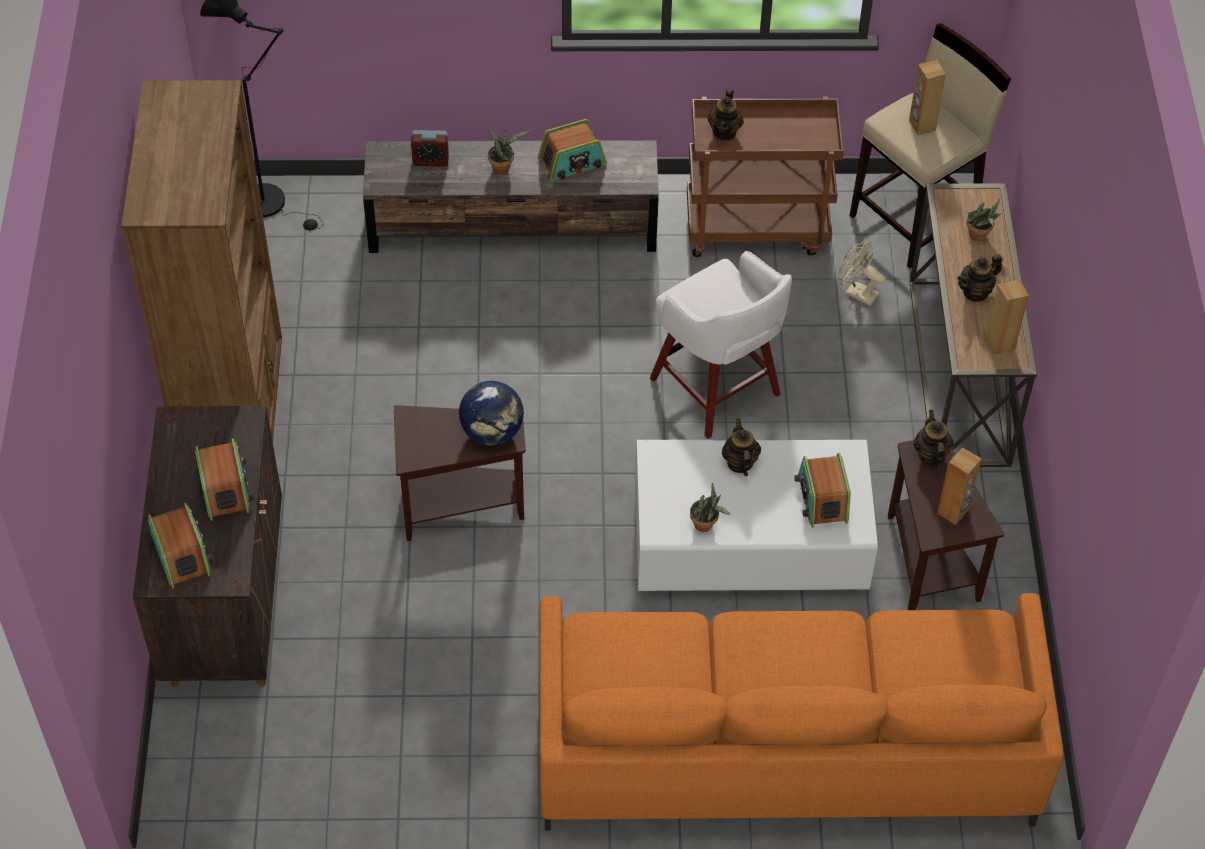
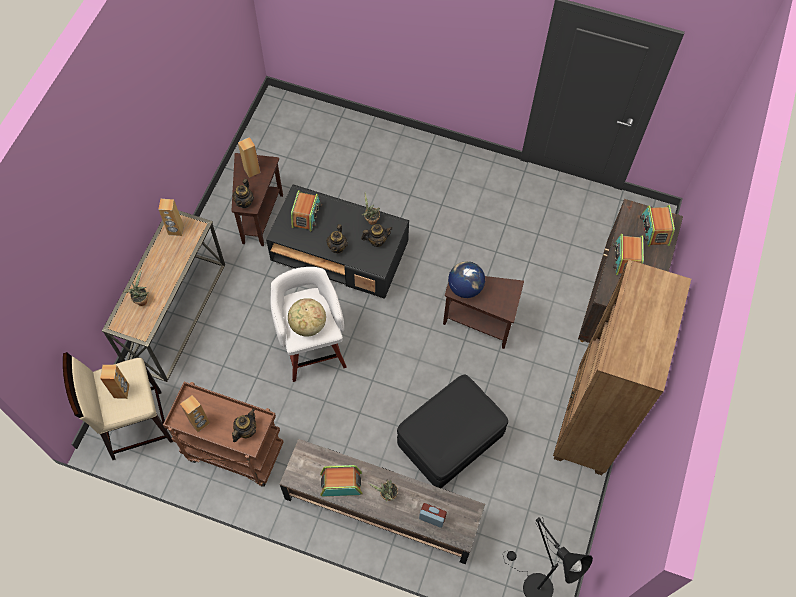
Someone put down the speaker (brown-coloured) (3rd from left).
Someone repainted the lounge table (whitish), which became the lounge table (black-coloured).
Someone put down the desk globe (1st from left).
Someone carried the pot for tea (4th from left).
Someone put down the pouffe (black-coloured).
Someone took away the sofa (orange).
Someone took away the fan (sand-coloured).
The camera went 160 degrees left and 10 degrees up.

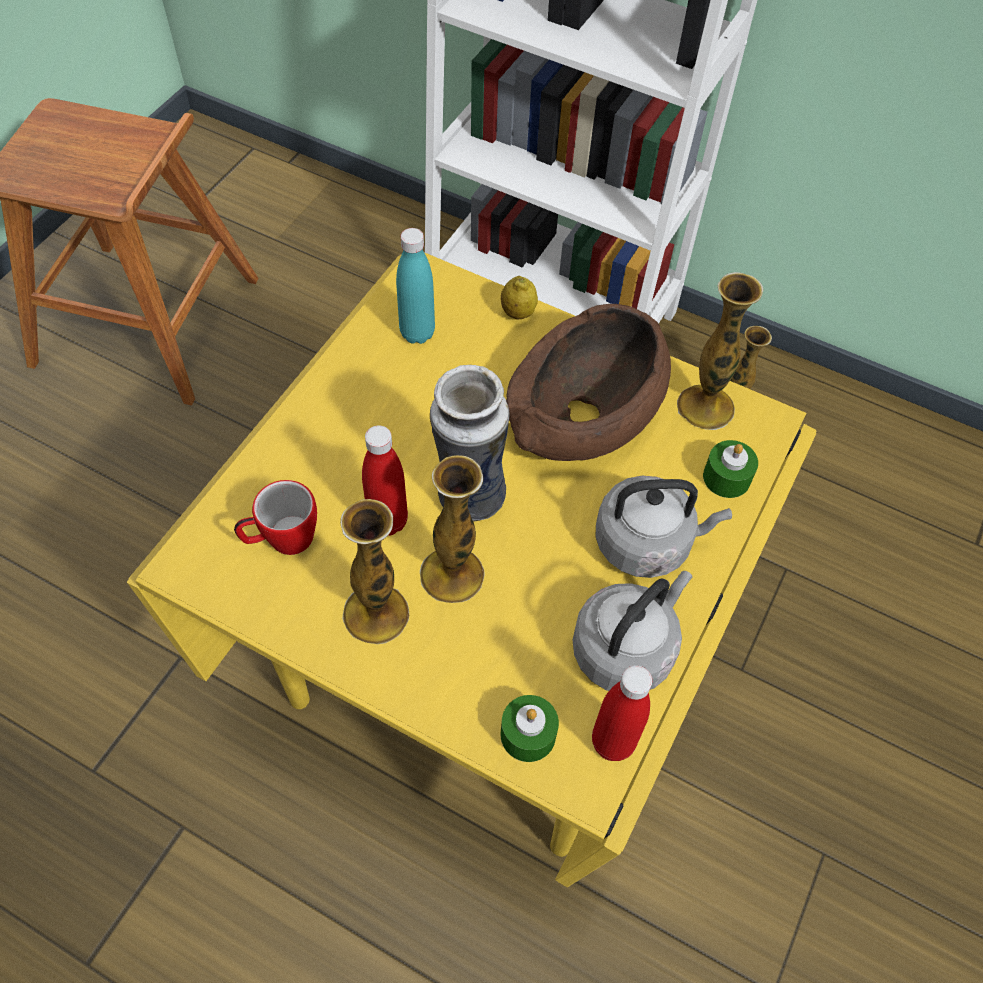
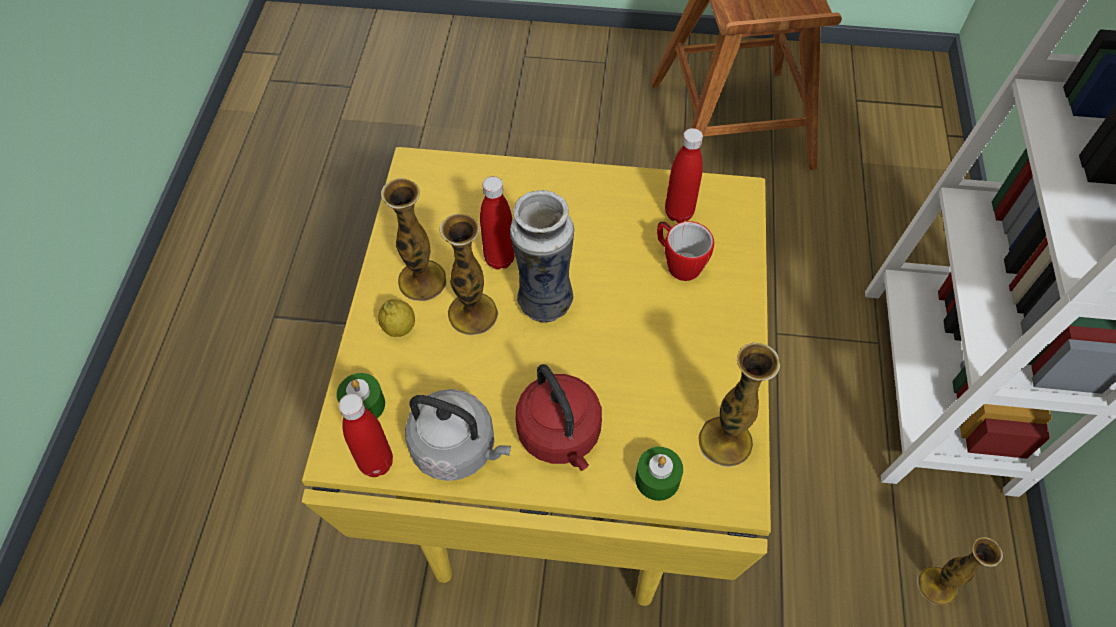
Someone carried the whole lemon.
Someone repainted the water kettle (gray) (2nd from left), which became the water kettle (red-coloured).
Someone carried the mug.
Someone repainted the beverage bottle (turquoise-coloured), which became the beverage bottle (red-coloured) (3rd from left).
Someone took away the bowl (brown-coloured).
The camera went 70 degrees right and 0 degrees up.

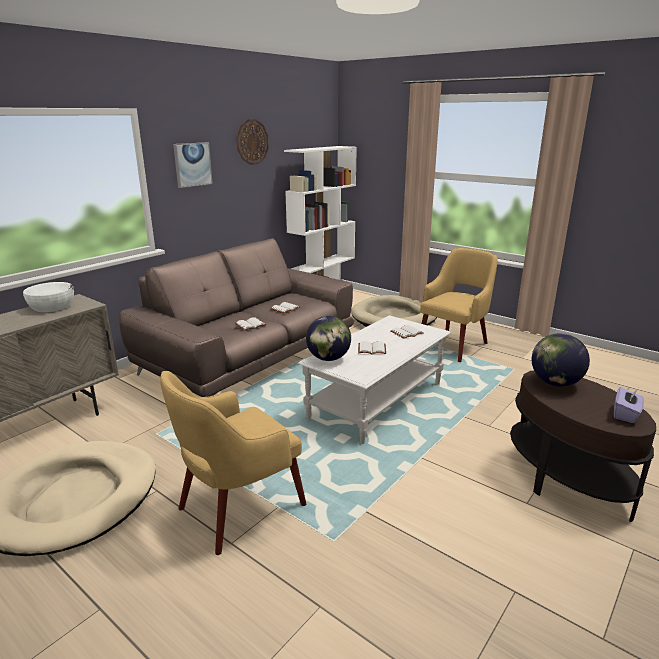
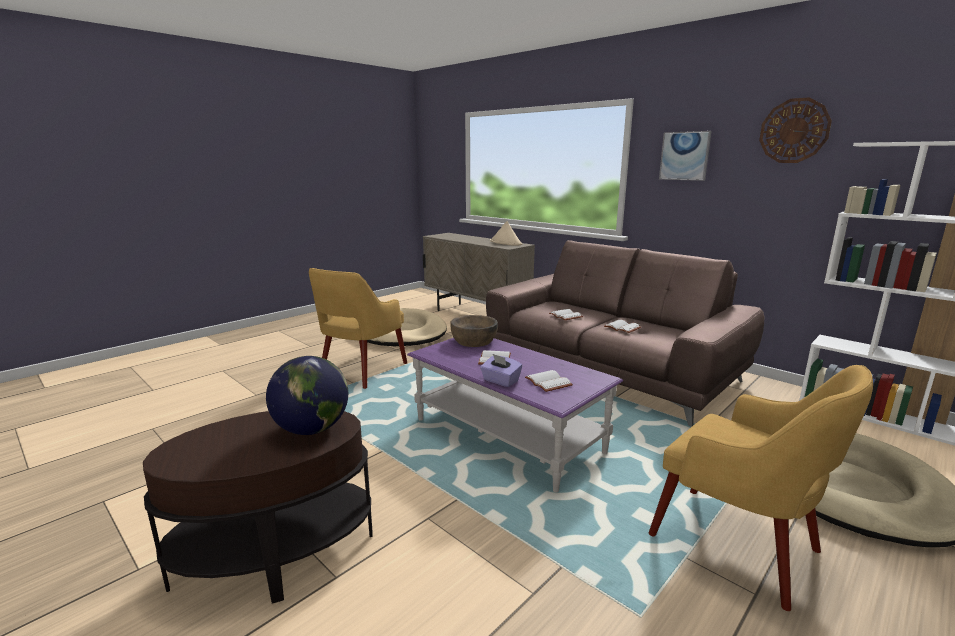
Someone rotated the easy chair (yellow) (1st from left) by 120 degrees counterclockwise.
Someone repainted the lounge table (whitish), which became the lounge table (purple).
Someone swapped the desk globe (1st from left) for the bowl (brown-coloured).
Someone carried the box of tissues (purple).
Someone swapped the bowl (whitish) for the hat (sand-coloured).
The camera went 95 degrees right and 5 degrees down.

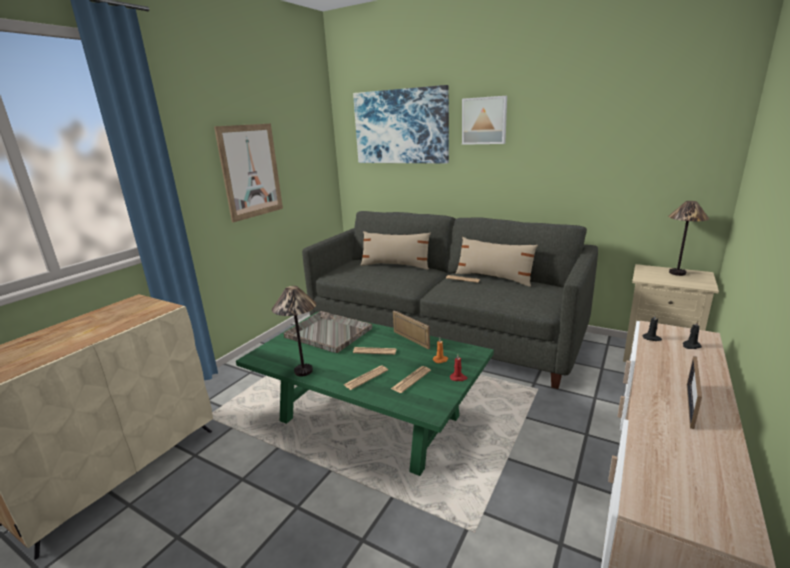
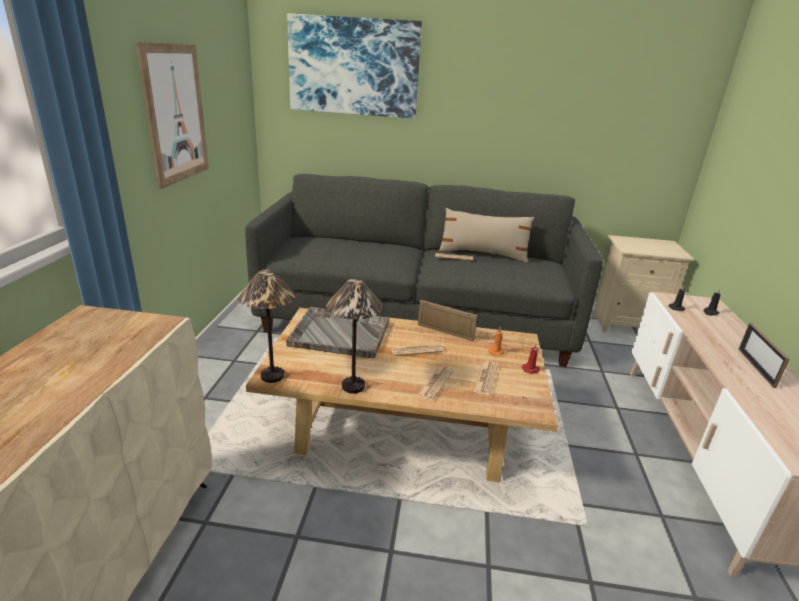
Someone carried the lamp for a table (2nd from left in the first image).
Someone repainted the lounge table (greenish), which became the lounge table (sand-coloured).
Someone took away the pillow (sand-coloured) (1st from left).
Someone took away the wall art (3rd from left).
The camera went 25 degrees left and 5 degrees up.

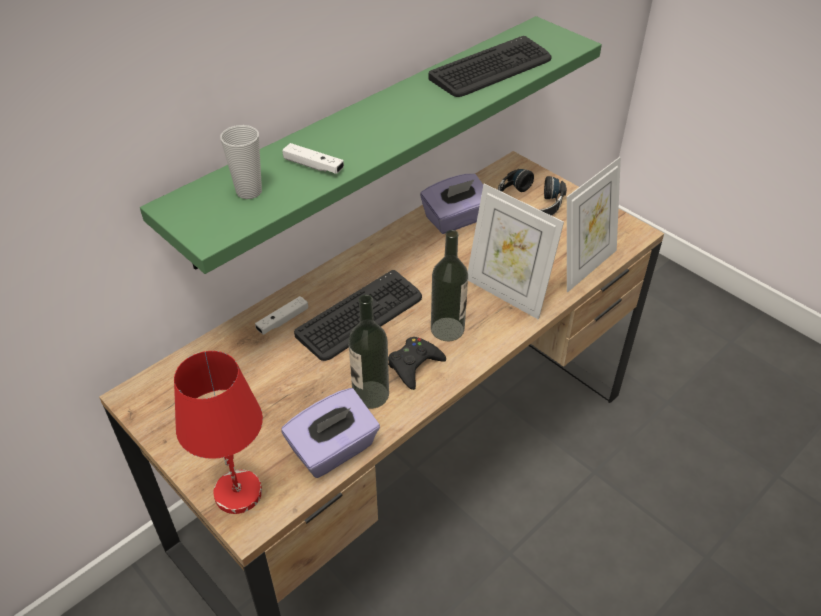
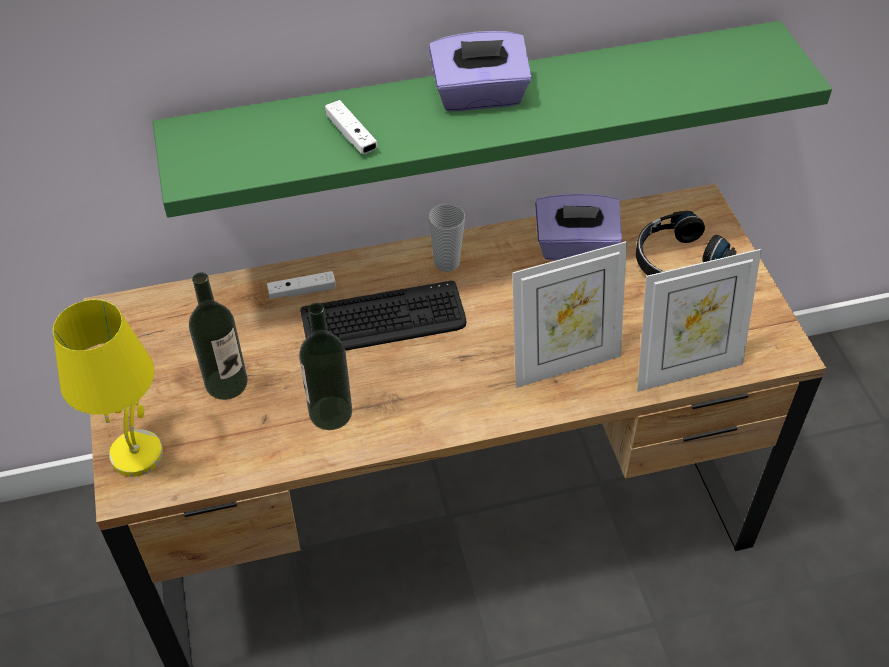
Someone repainted the lamp for a table (red-coloured), which became the lamp for a table (yellow).
Someone carried the beverage bottle (2nd from left in the first image).
Someone carried the drinking cup.
Someone carried the box of tissues (purple) (1st from left).
Someone rotated the picture frame (1st from left) by 90 degrees counterclockwise.
Someone took away the gamepad (black-coloured).
Someone took away the PC keyboard (2nd from left).
The camera went 30 degrees right and 5 degrees up.

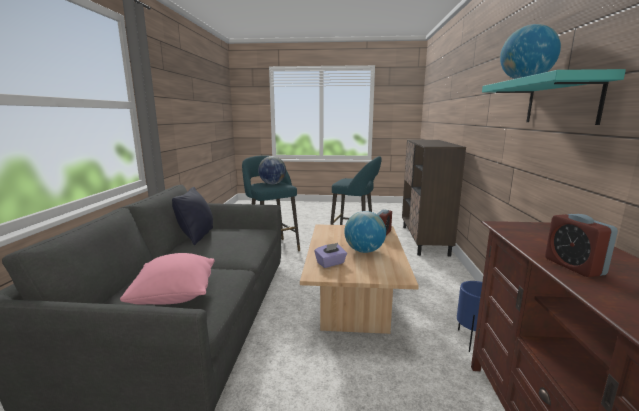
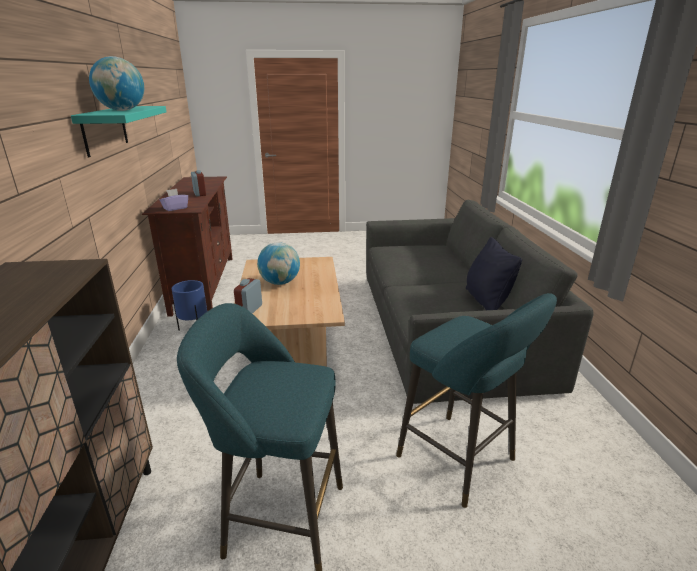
Someone carried the box of tissues (purple).
Someone took away the pillow (pinkish).
Someone took away the desk globe (1st from left).
The camera went 170 degrees right and 10 degrees up.

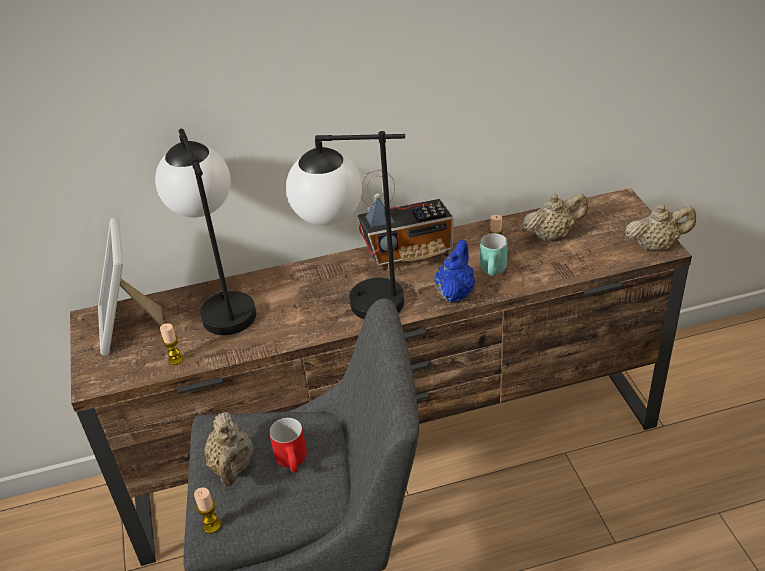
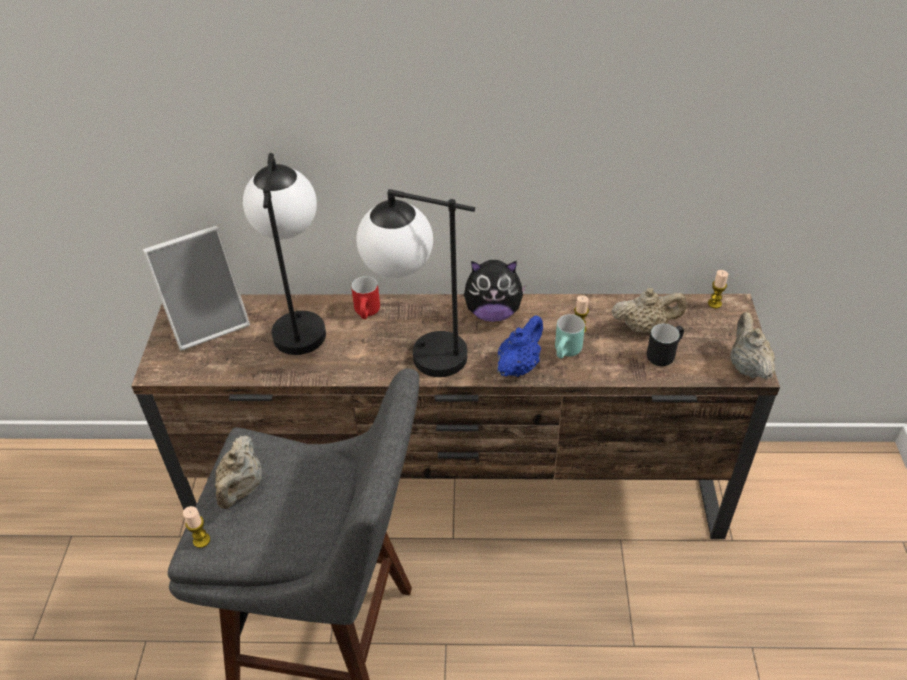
Someone rotated the picture frame by 120 degrees counterclockwise.
Someone carried the mug (red-coloured).
Someone swapped the radio for the cuddly toy.
Someone put down the mug (black-coloured).
Someone carried the candle (1st from left in the first image).
Someone rotated the pot for tea (sand-coloured) (3rd from left) by 105 degrees counterclockwise.
The camera went 15 degrees right and 5 degrees up.

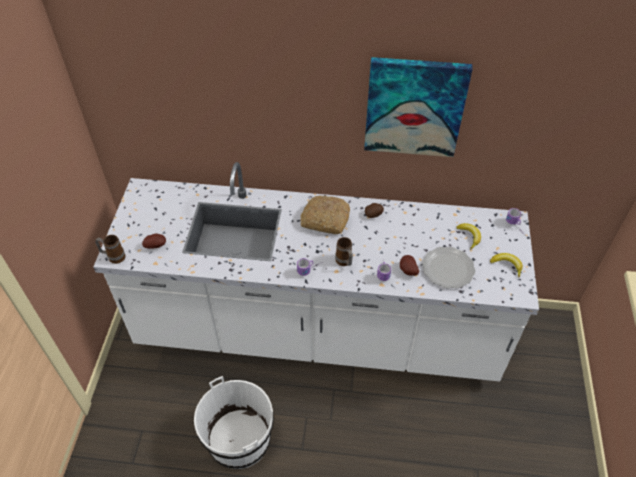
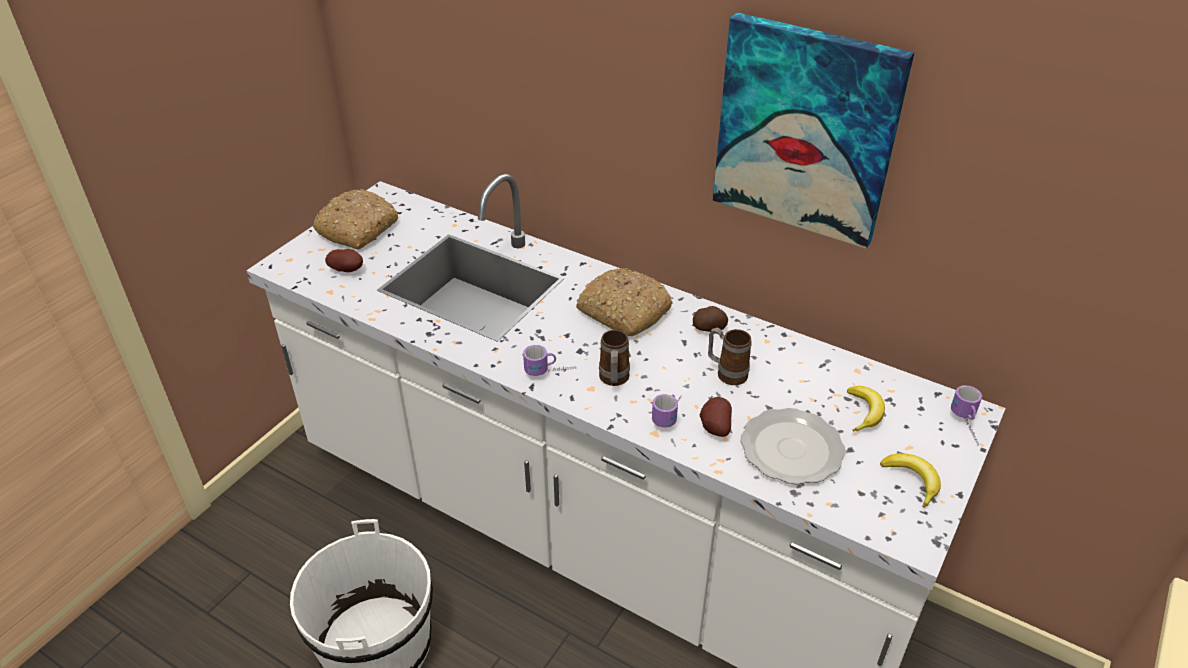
Someone put down the bread (1st from left).
Someone carried the mug (1st from left in the first image).
The camera went 25 degrees right and 10 degrees down.

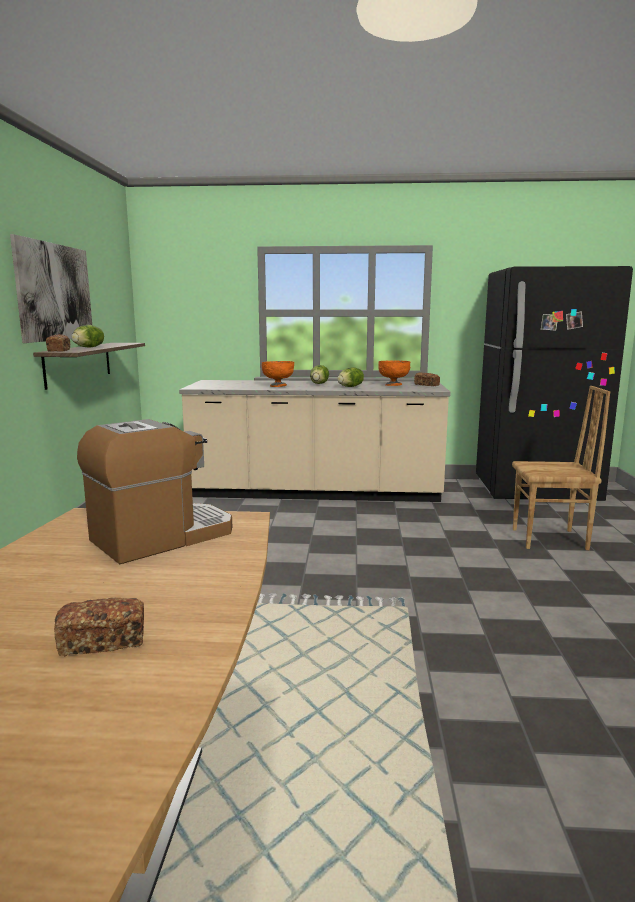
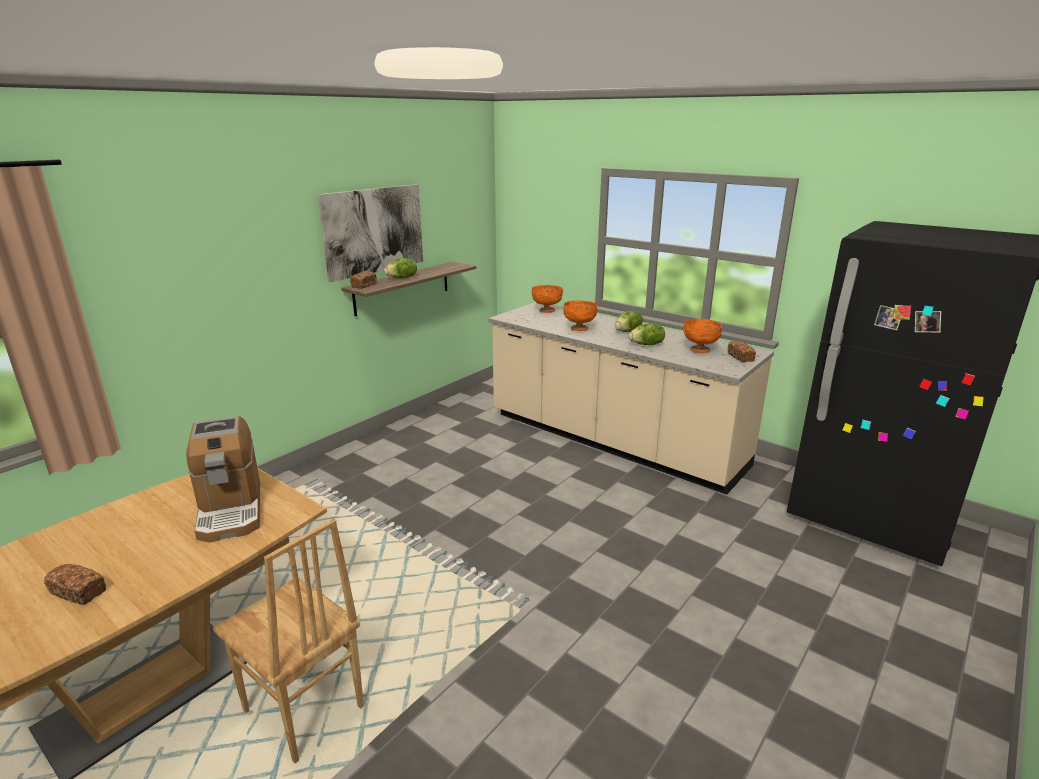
Someone rotated the coffee machine by 75 degrees clockwise.
Someone carried the upright chair (brown-coloured).
Someone put down the bowl (orange) (1st from left).
The camera went 35 degrees right and 10 degrees up.

